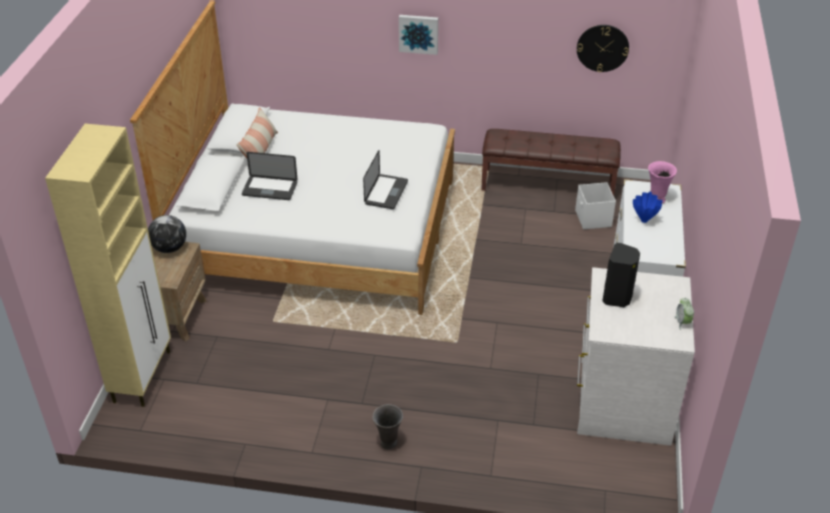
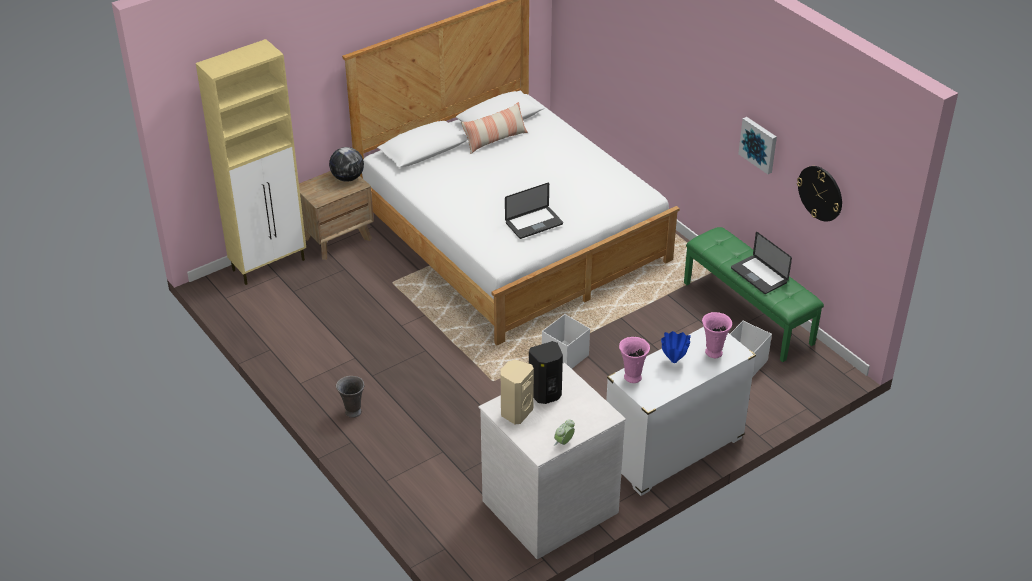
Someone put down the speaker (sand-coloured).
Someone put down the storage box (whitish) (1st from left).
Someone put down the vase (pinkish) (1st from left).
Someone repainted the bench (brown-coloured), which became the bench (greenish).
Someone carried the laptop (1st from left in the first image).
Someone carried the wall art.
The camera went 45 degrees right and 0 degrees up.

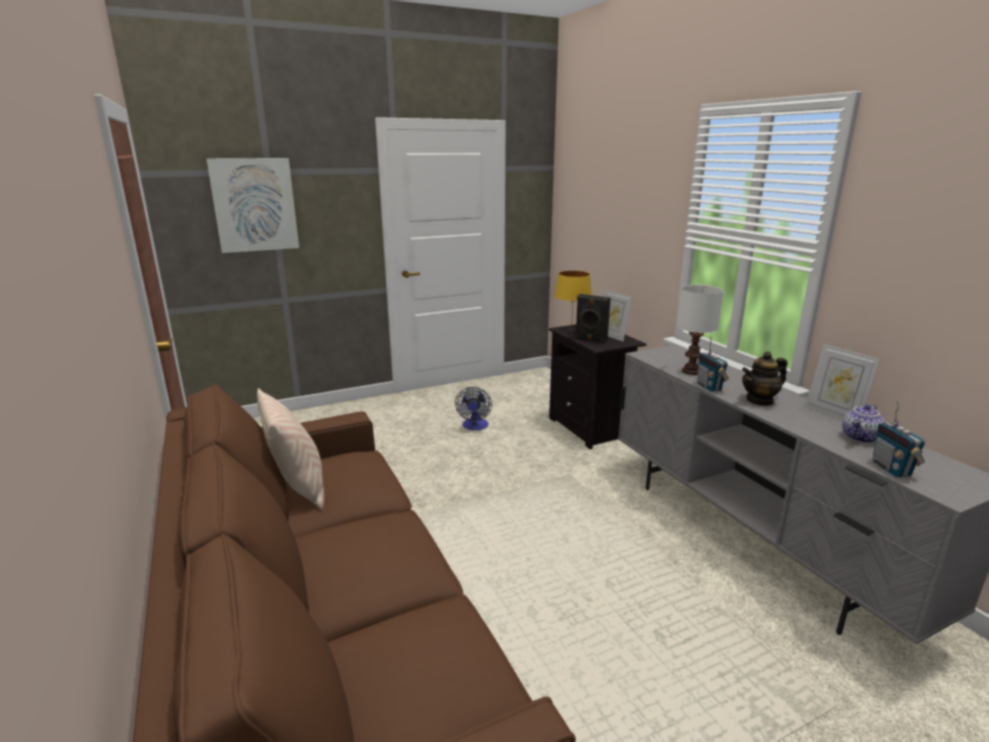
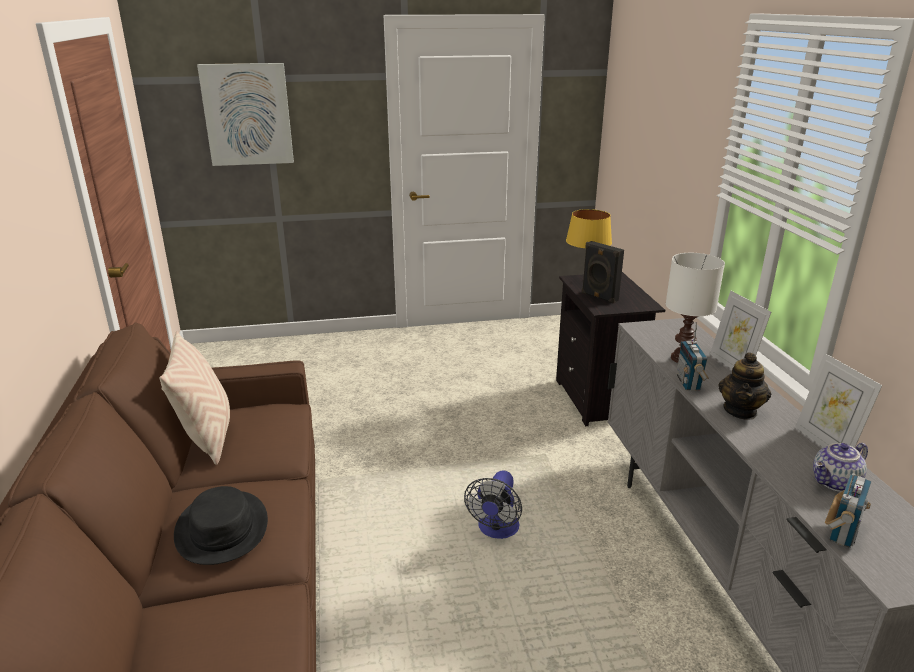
Someone put down the hat (black-coloured).
Someone carried the fan.
Someone carried the picture frame (1st from left).
Someone rotated the pot for tea (1st from left) by 60 degrees counterclockwise.
Someone rotated the radio (2nd from left) by 150 degrees counterclockwise.
The camera went 15 degrees right and 5 degrees up.

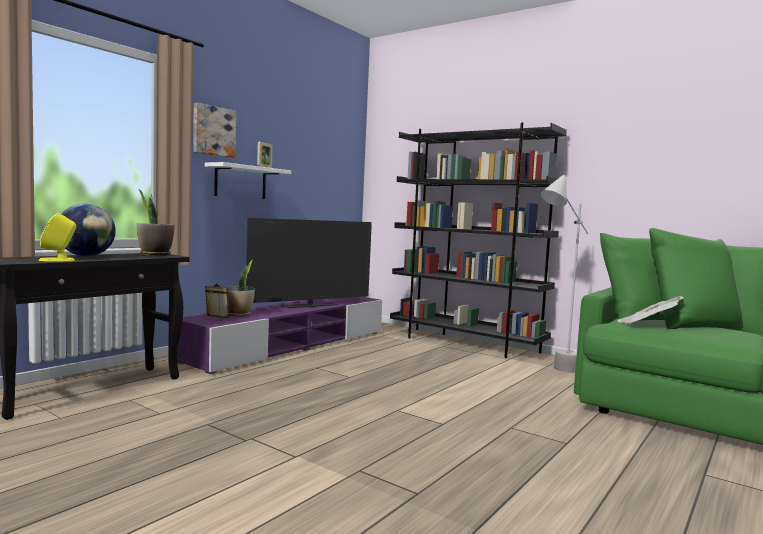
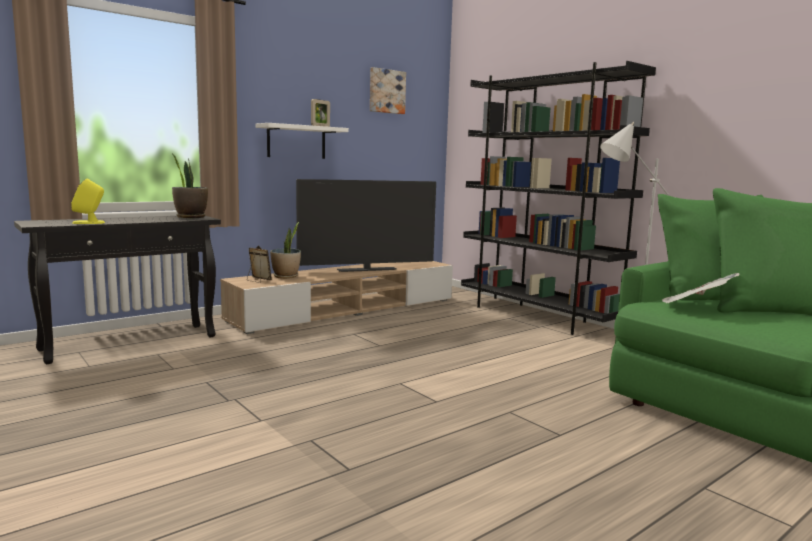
Someone repainted the tv unit (purple), which became the tv unit (sand-coloured).
Someone carried the wall art.
Someone took away the desk globe.
The camera went 15 degrees right and 5 degrees up.

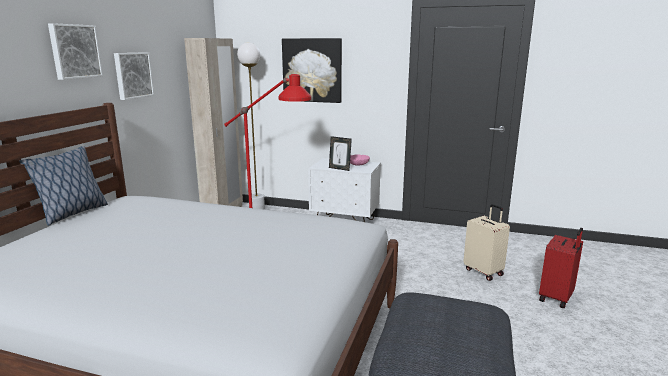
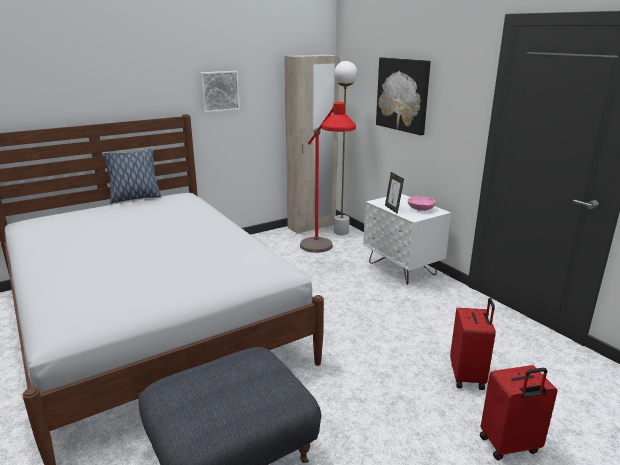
Someone repainted the suitcase (sand-coloured), which became the suitcase (red-coloured) (1st from left).
Someone took away the wall art (1st from left).
The camera went 40 degrees right and 5 degrees up.

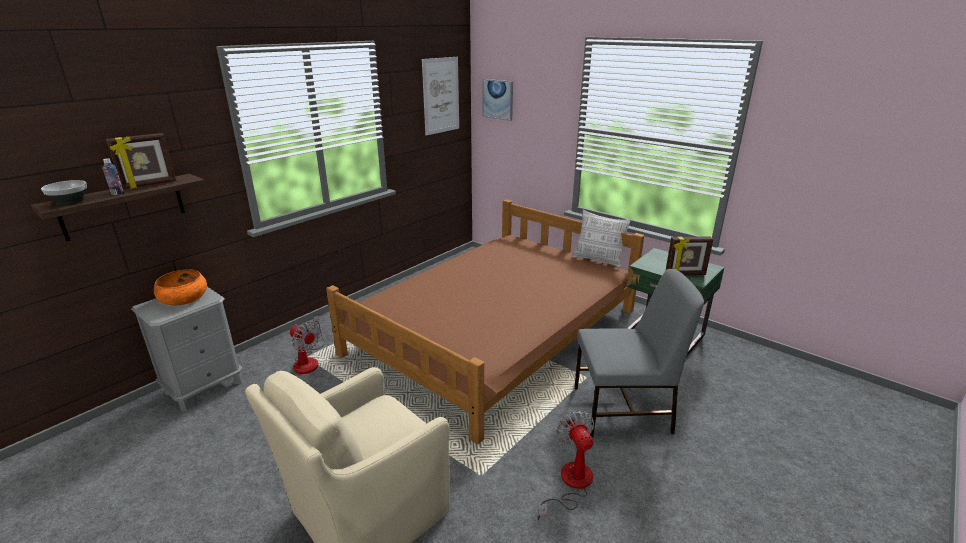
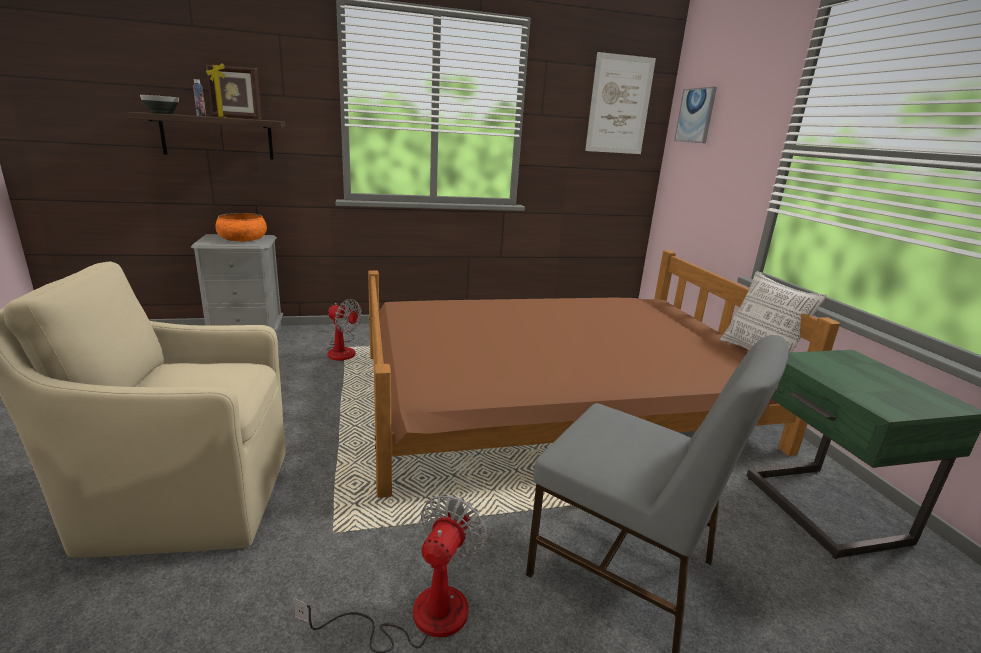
Someone rotated the fan (1st from left) by 45 degrees counterclockwise.
Someone took away the picture frame (2nd from left).
The camera went 35 degrees right and 5 degrees down.

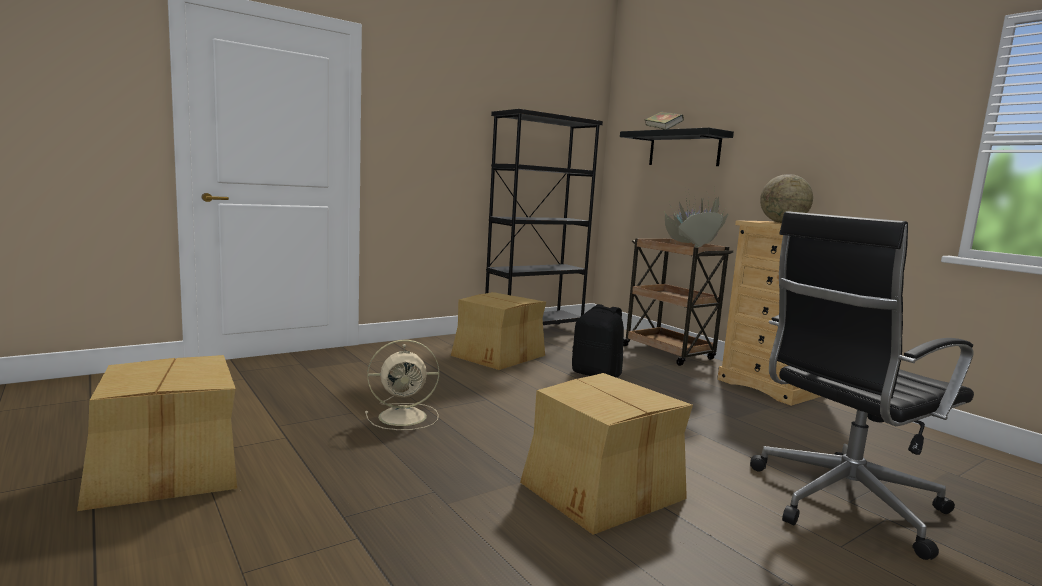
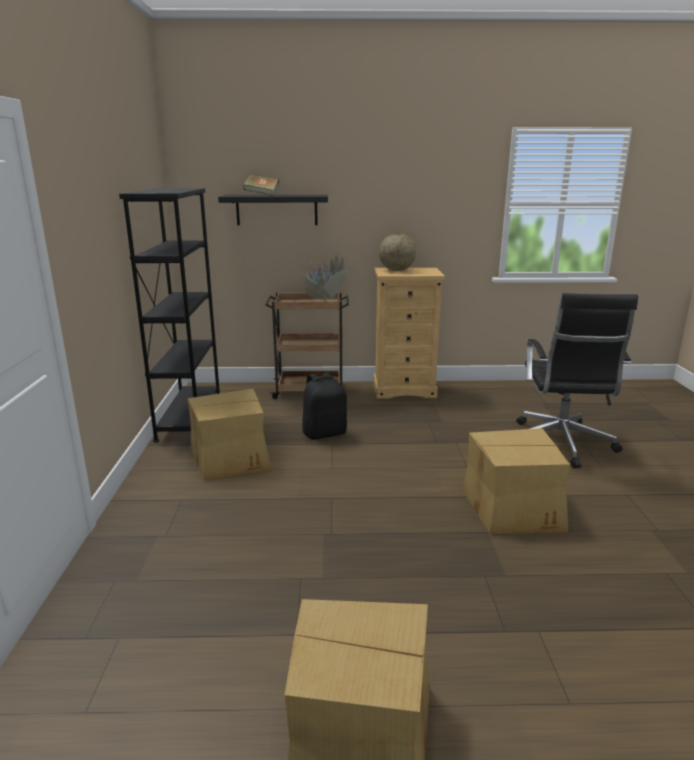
Someone took away the fan (sand-coloured).
The camera went 55 degrees left and 10 degrees up.

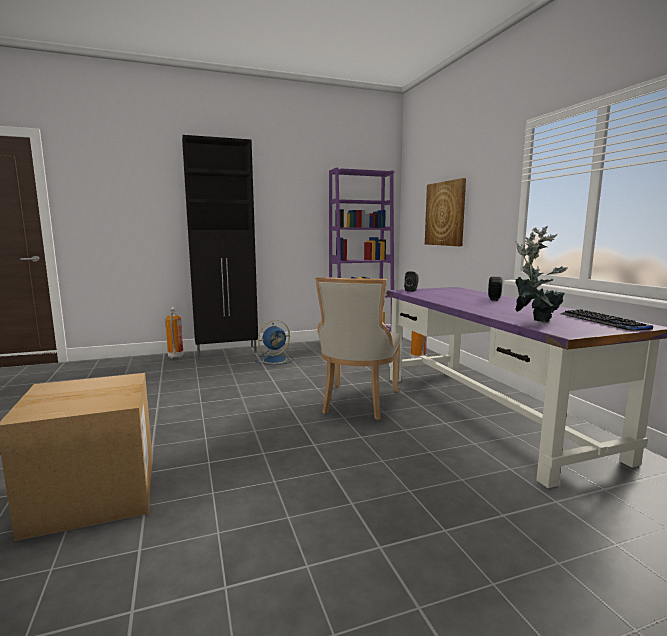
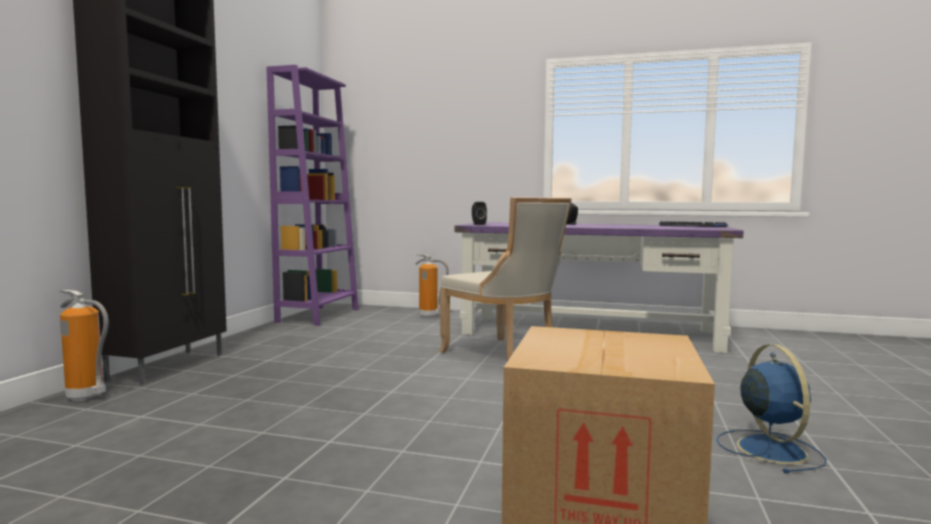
Someone carried the fan (bluish).
Someone took away the wall art.
Someone took away the potted plant.
The camera went 55 degrees left and 5 degrees down.

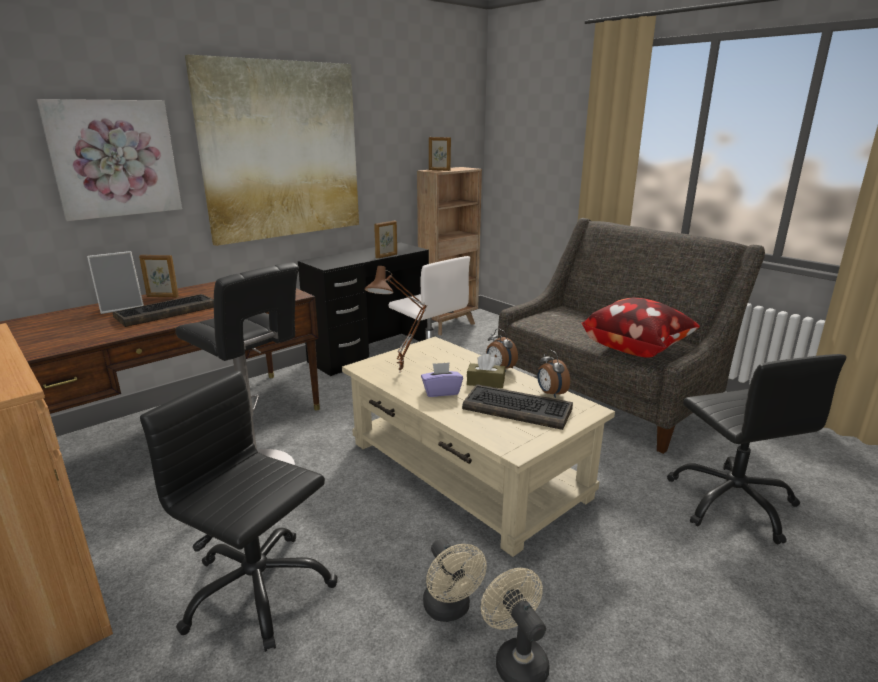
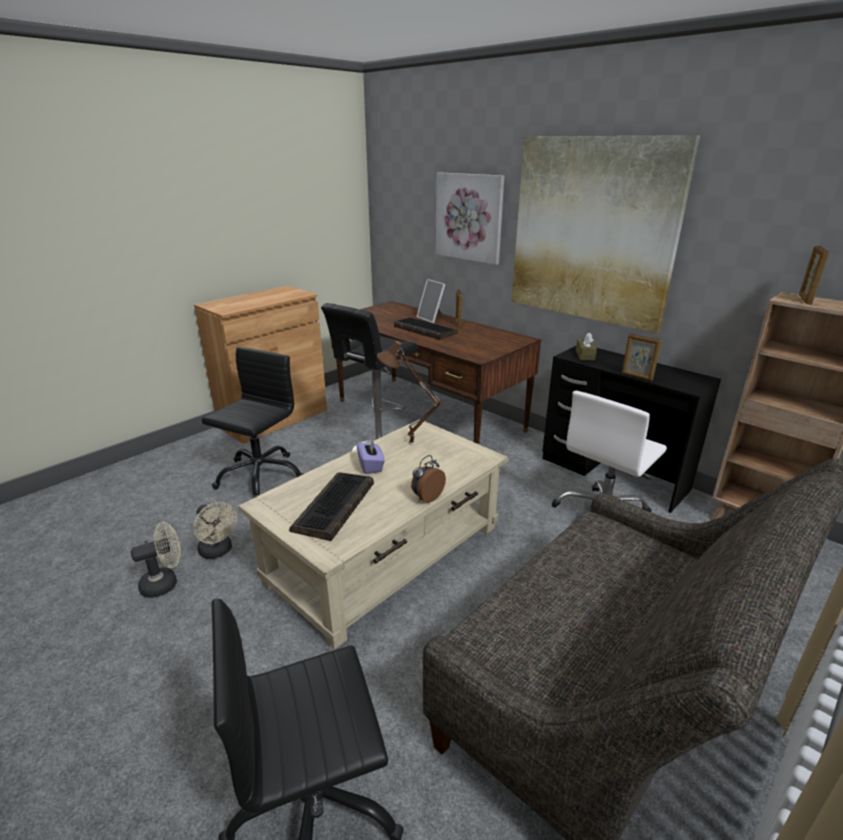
Someone rotated the fan (sand-coloured) (1st from left in the first image) by 105 degrees counterclockwise.
Someone carried the box of tissues (brown-coloured).
Someone took away the table clock (2nd from left).
Someone took away the pillow.
The camera went 85 degrees right and 5 degrees up.

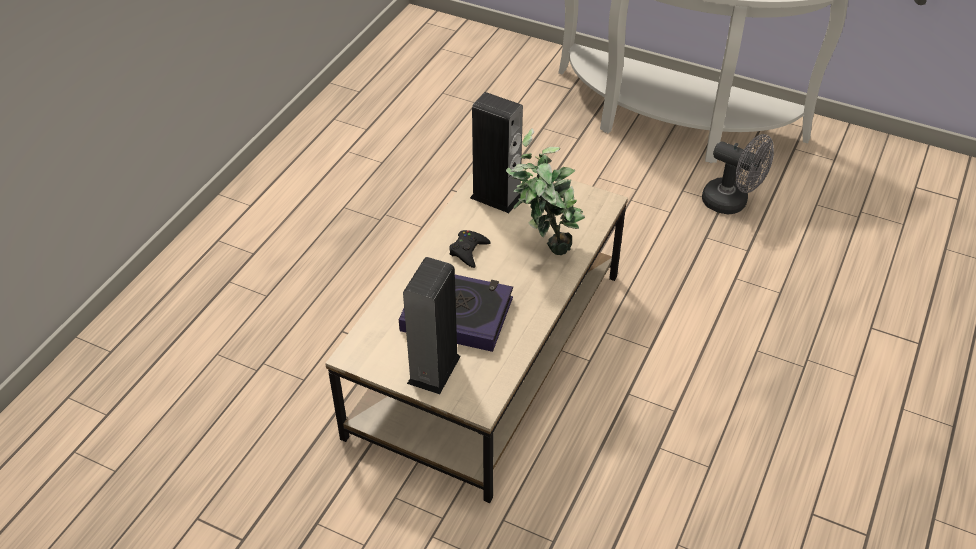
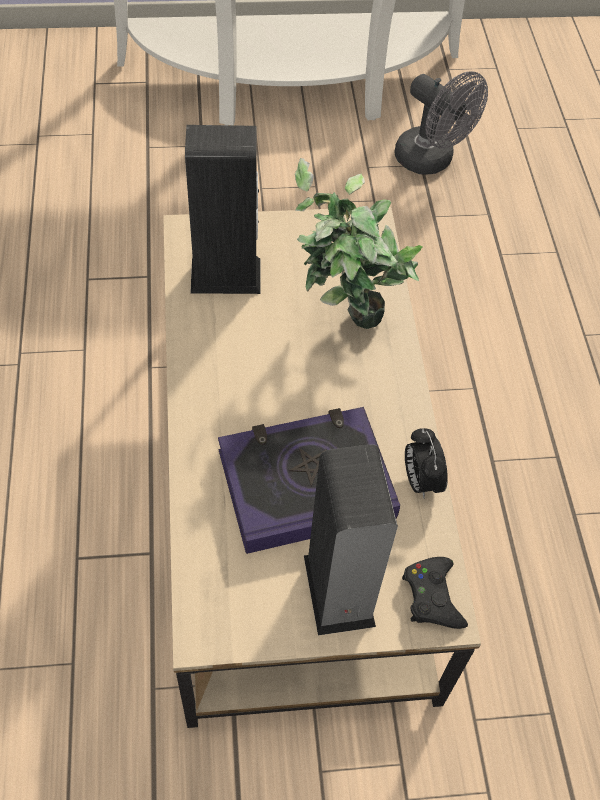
Someone rotated the fan (gray) by 45 degrees clockwise.
Someone carried the gamepad (black-coloured).
Someone put down the table clock.
The camera went 35 degrees left and 10 degrees up.

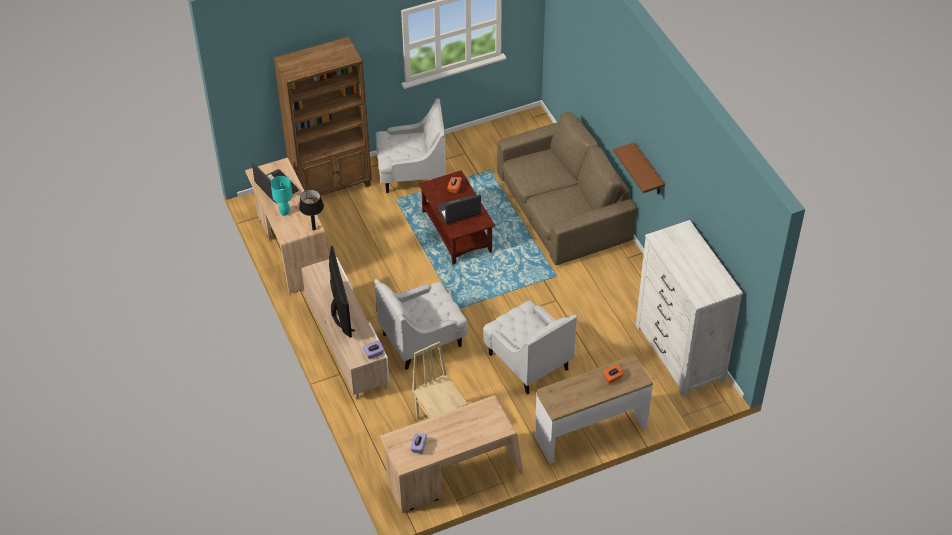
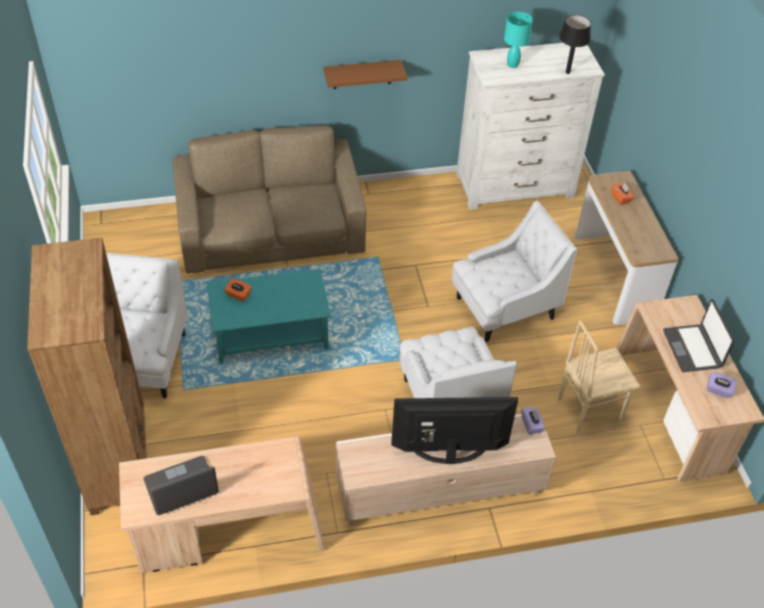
Someone repainted the lounge table (brown-coloured), which became the lounge table (turquoise-coloured).
Someone carried the lamp for a table (turquoise-coloured).
Someone carried the lamp for a table (black-coloured).
Someone carried the laptop (2nd from left).
The camera went 80 degrees left and 0 degrees up.

